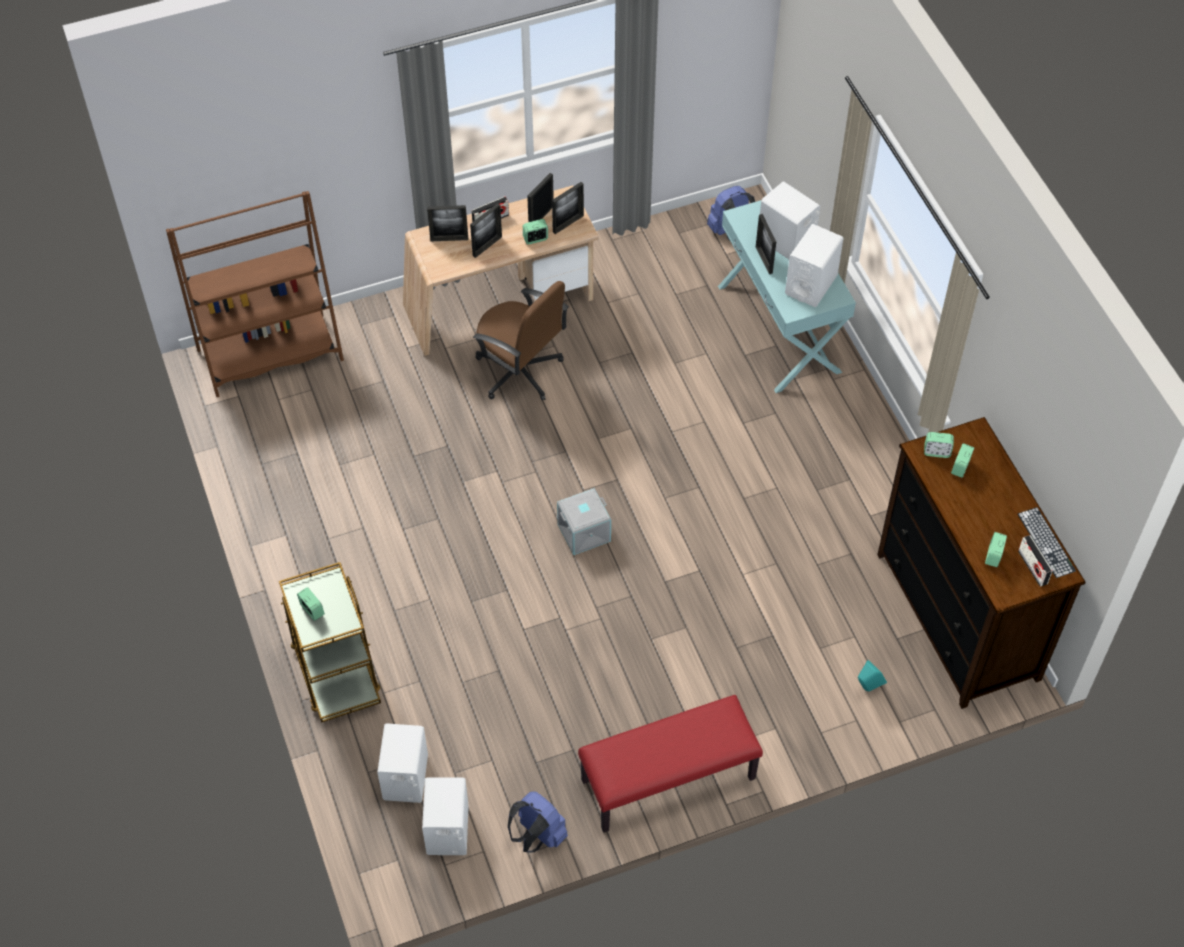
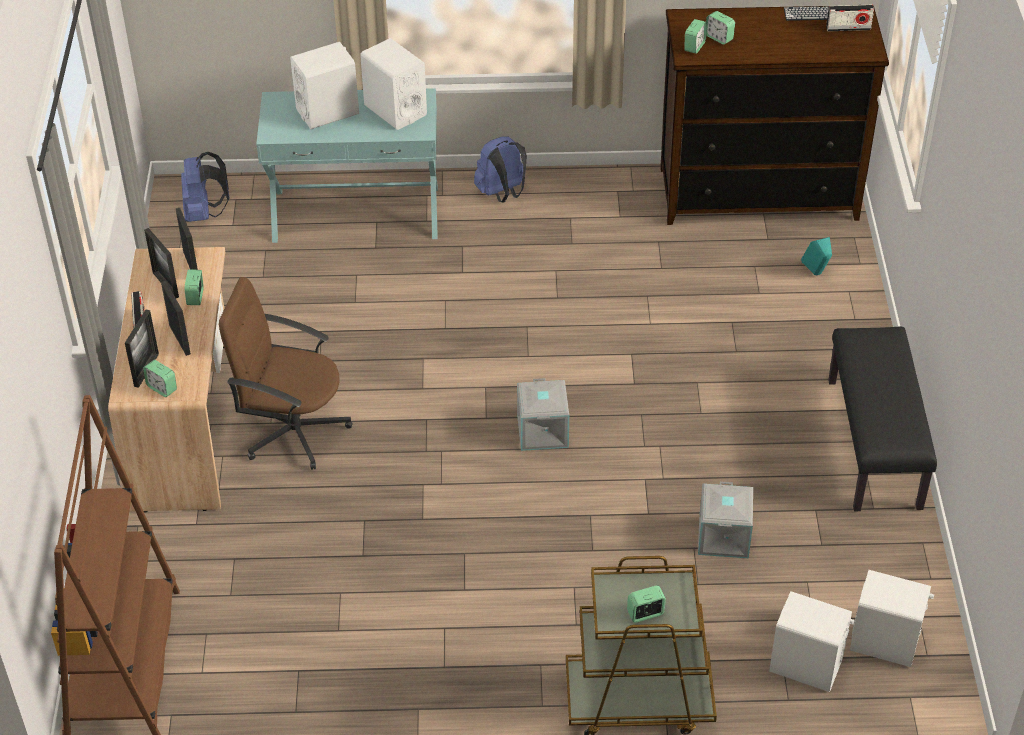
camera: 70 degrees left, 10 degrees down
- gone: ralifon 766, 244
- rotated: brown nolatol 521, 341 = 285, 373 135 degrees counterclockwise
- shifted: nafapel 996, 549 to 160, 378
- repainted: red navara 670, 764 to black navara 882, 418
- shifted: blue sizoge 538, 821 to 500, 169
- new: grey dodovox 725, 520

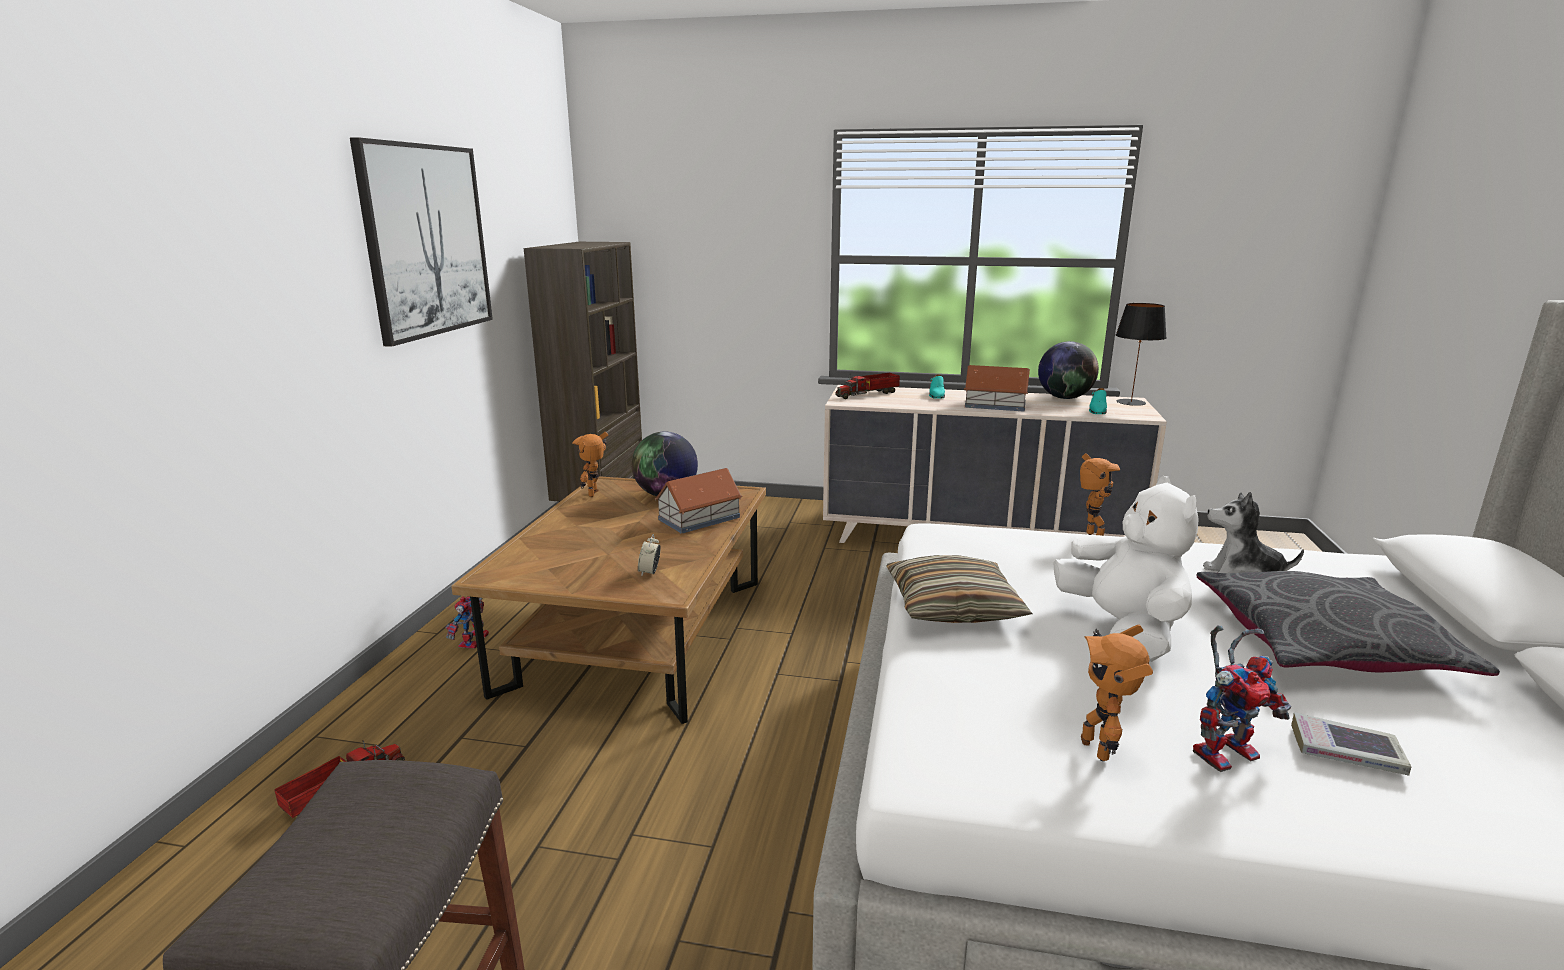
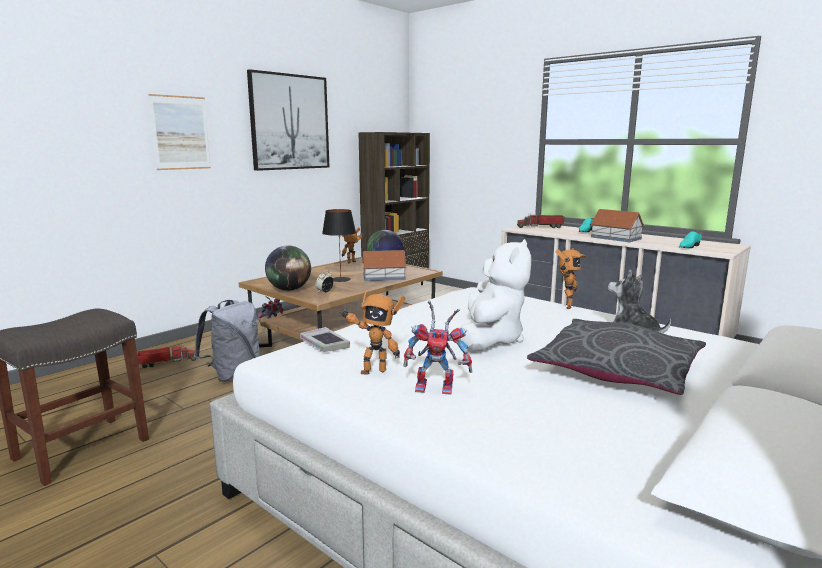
camera: 30 degrees right, 5 degrees down
- shifted: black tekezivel 1141, 354 to 339, 245
- shifted: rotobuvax 1068, 370 to 288, 268
- gone: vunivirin 959, 589
- rotated: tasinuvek 1117, 692 = 372, 332 120 degrees counterclockwise
- shifted: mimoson 1351, 744 to 325, 339
- new: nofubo 179, 132
- new: grey sizoge 227, 341

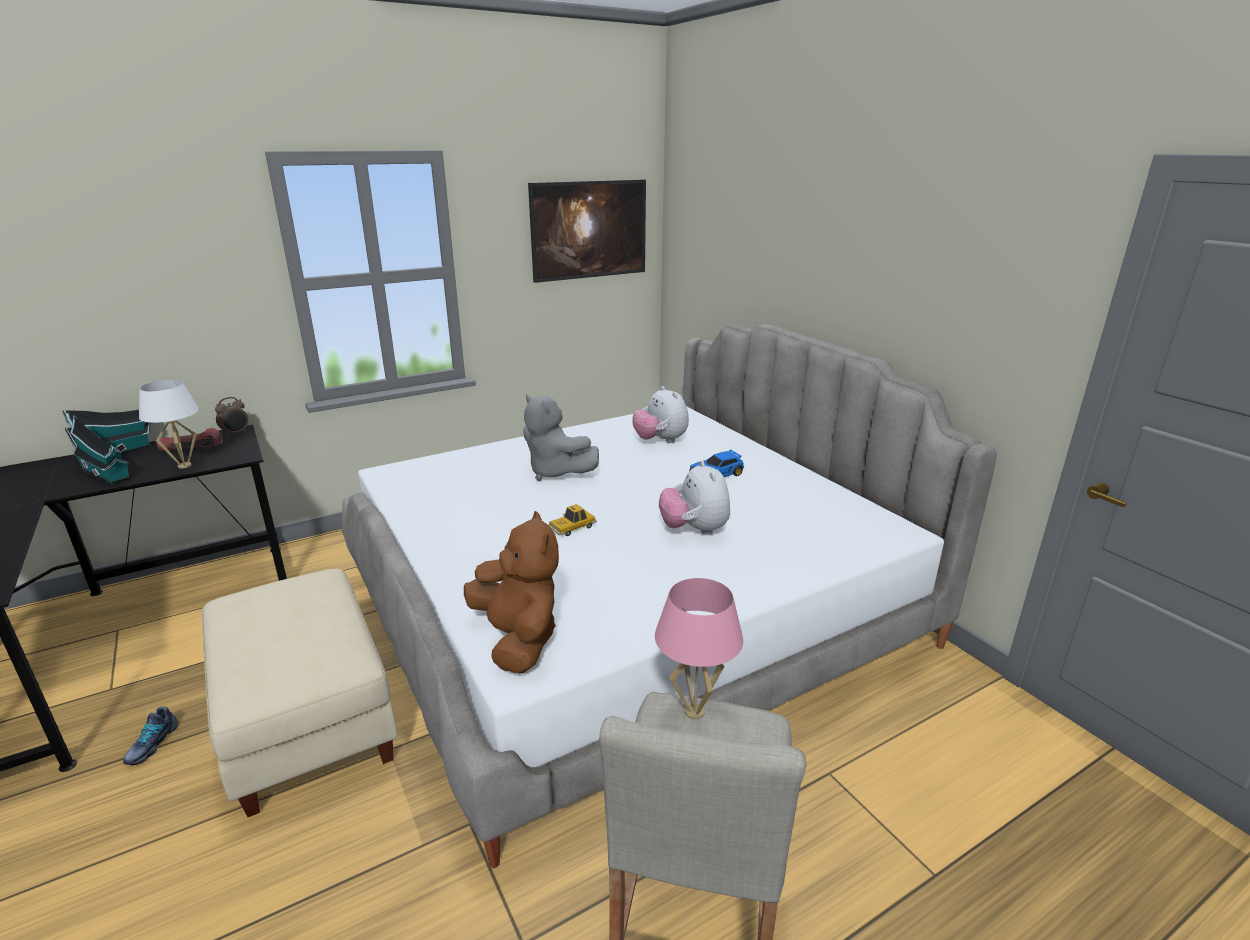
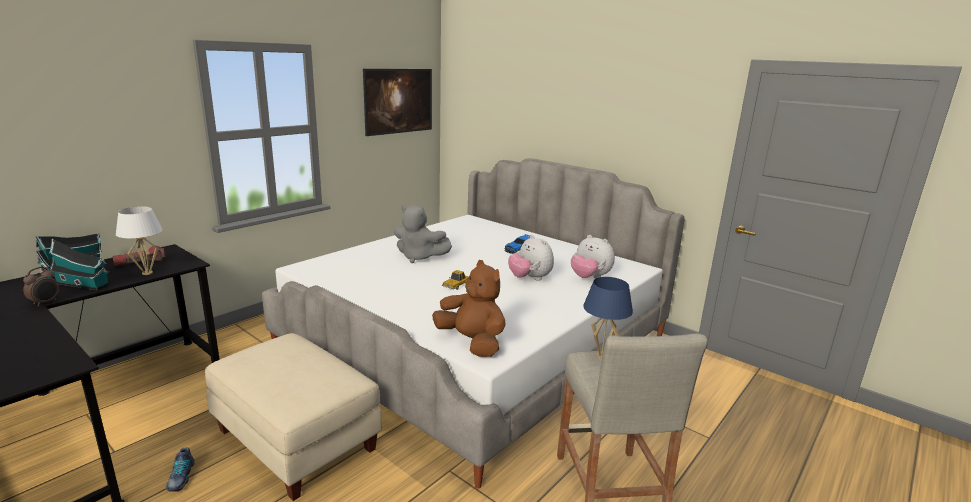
camera: 20 degrees left, 5 degrees down
- shifted: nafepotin 660, 414 to 593, 257
- shifted: nafapel 231, 417 to 41, 286
- repainted: pink tekezivel 699, 648 to blue tekezivel 608, 318

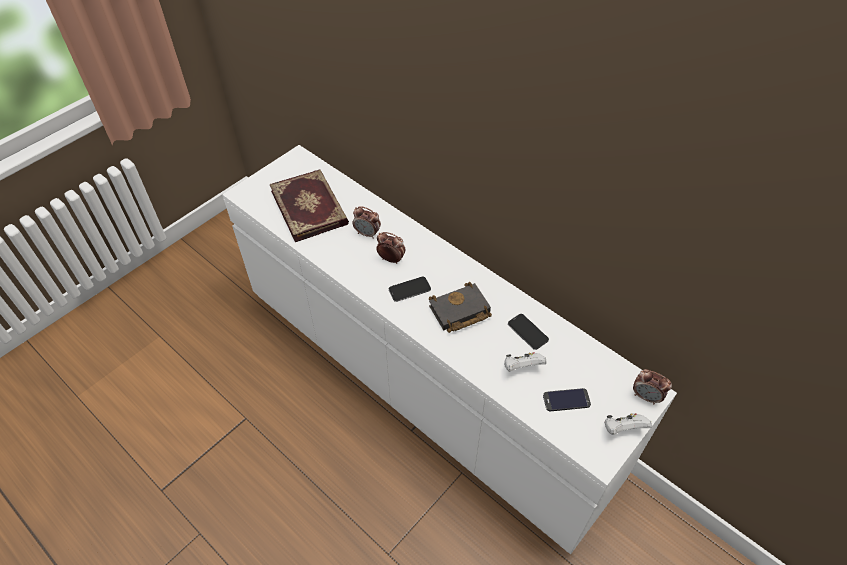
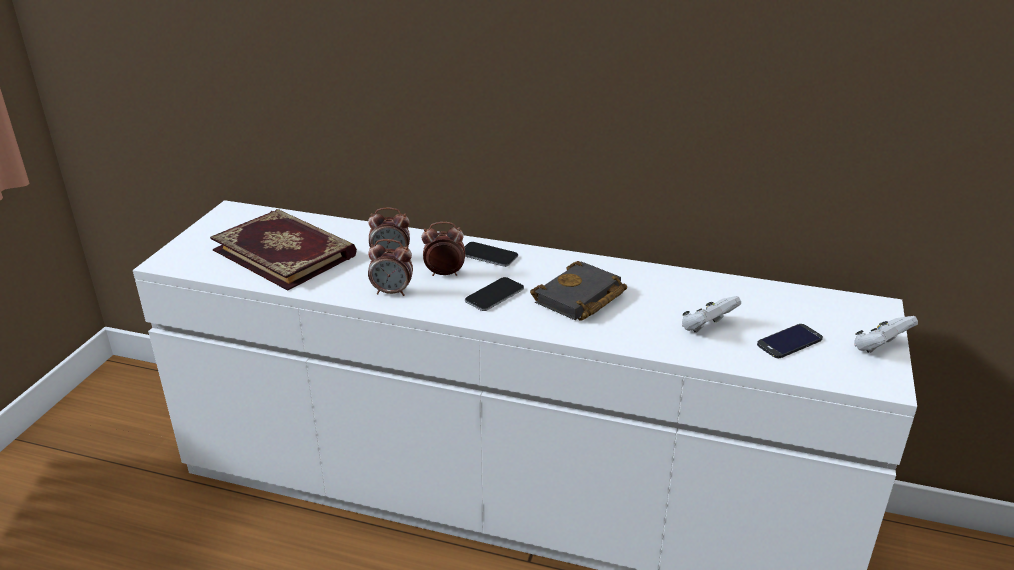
camera: 25 degrees left, 20 degrees down
- shifted: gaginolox 528, 332 to 491, 254
- shifted: nafapel 652, 387 to 390, 267

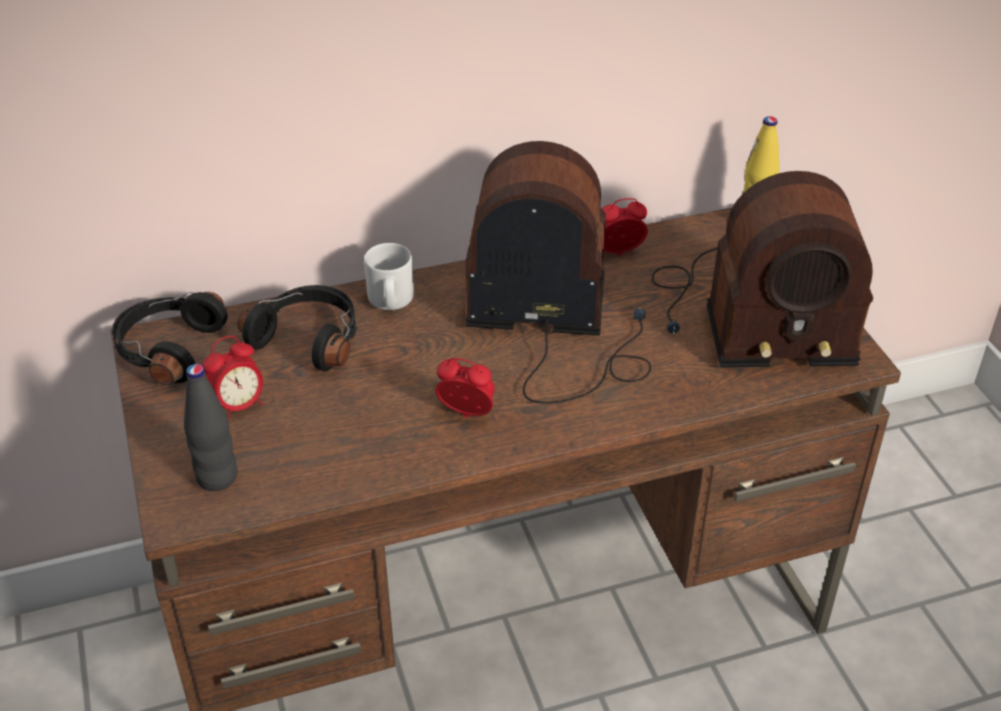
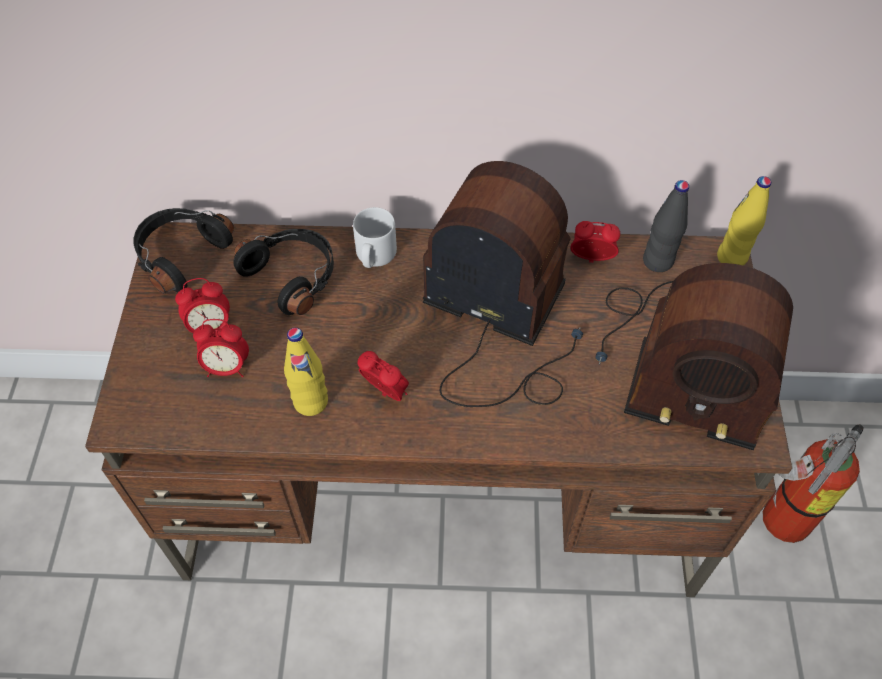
camera: 20 degrees right, 15 degrees up
- shifted: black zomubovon 210, 427 to 666, 226
- new: nafapel 221, 348
- new: yellow zomubovon 306, 372
- new: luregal 813, 483

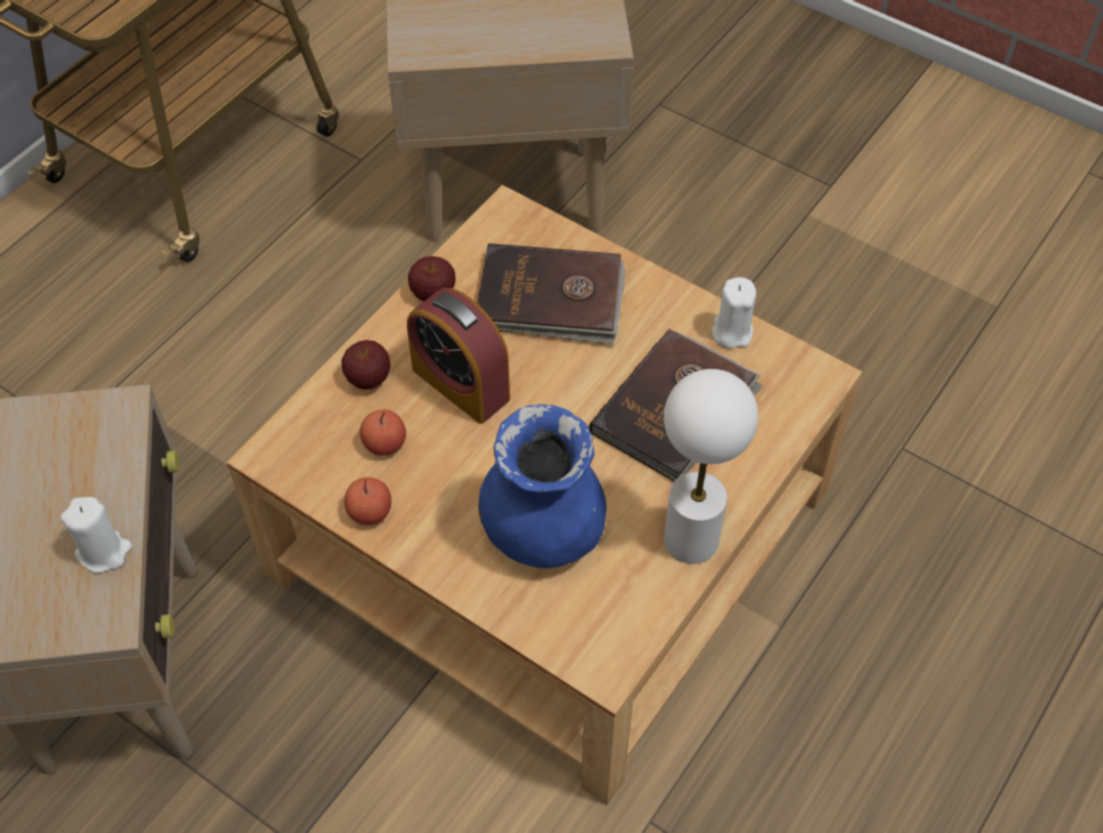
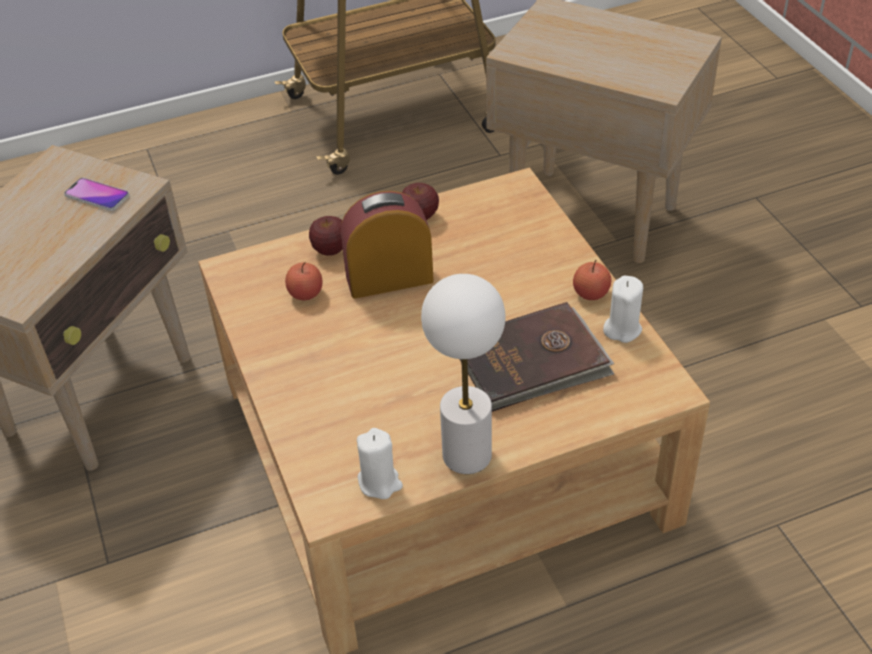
camera: 35 degrees right, 10 degrees down
- gone: brown mimoson 551, 294
- rotated: nafapel 458, 356 = 387, 245 90 degrees clockwise
- gone: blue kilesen 542, 486
- shifted: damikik 367, 501 to 592, 280
- shifted: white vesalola 96, 535 to 380, 463
- new: gaginolox 96, 194

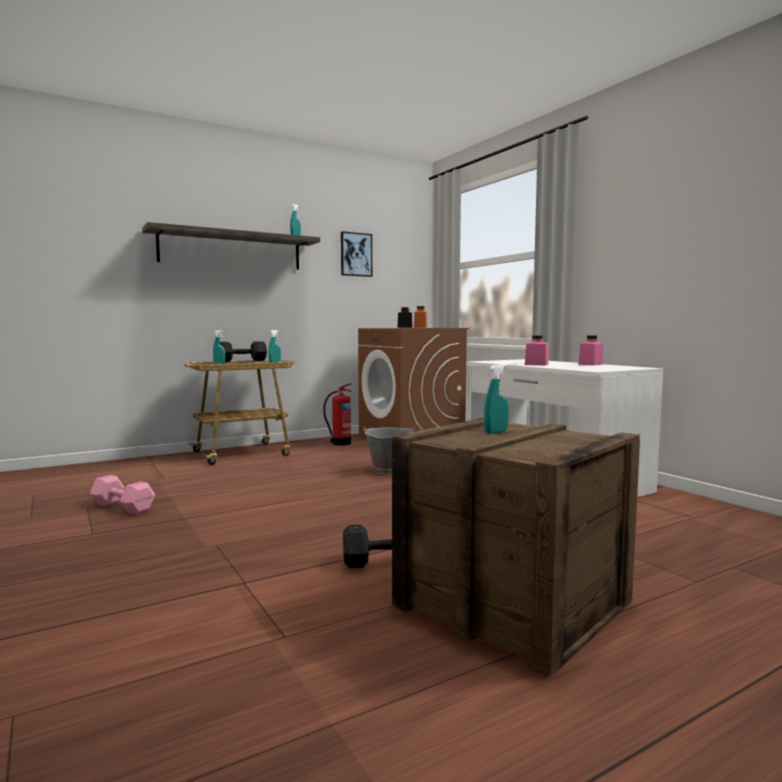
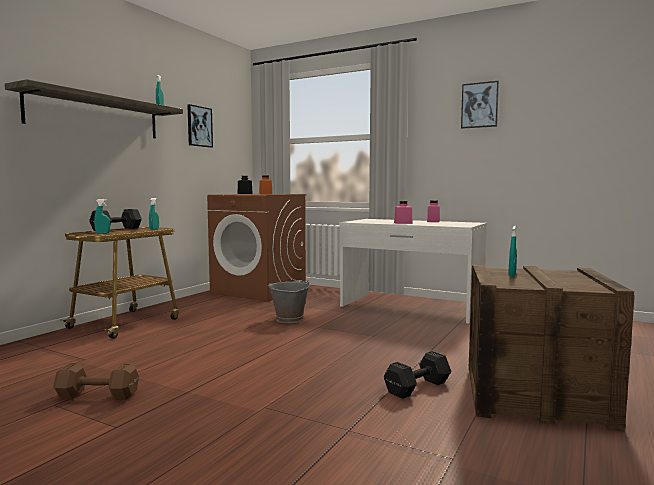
camera: 30 degrees left, 0 degrees up
- gone: luregal 337, 414
- repainted: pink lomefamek 122, 495 to brown lomefamek 96, 381
- new: nofubo 480, 105

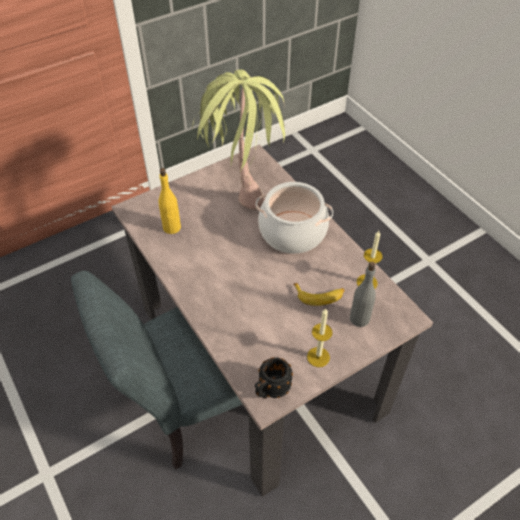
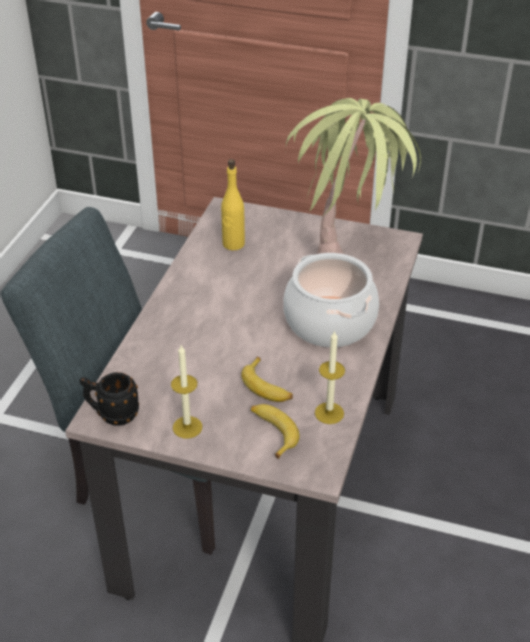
camera: 50 degrees right, 10 degrees down
- swapped: grey zomubovon 363, 294 to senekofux 275, 431

